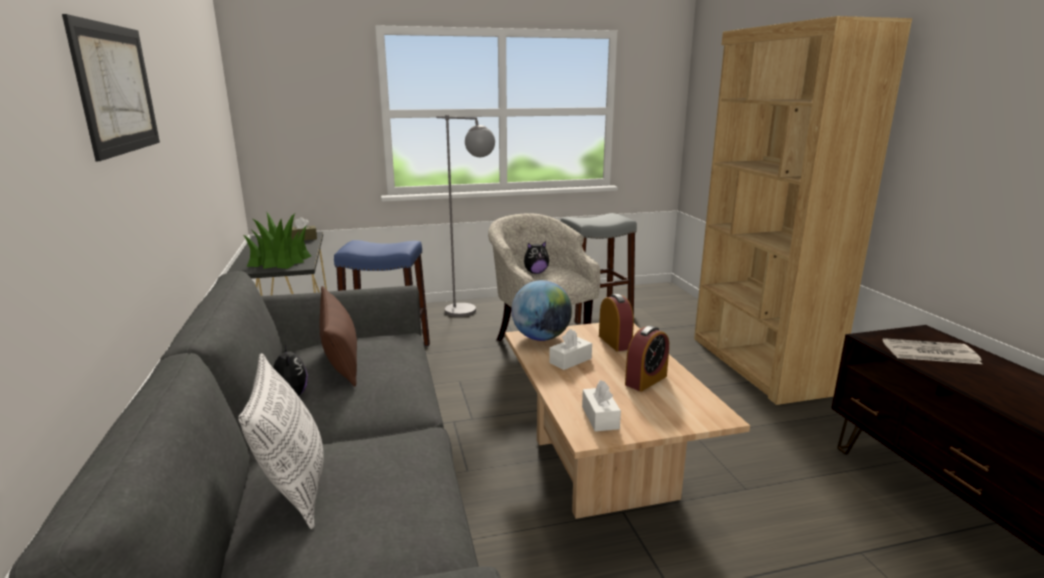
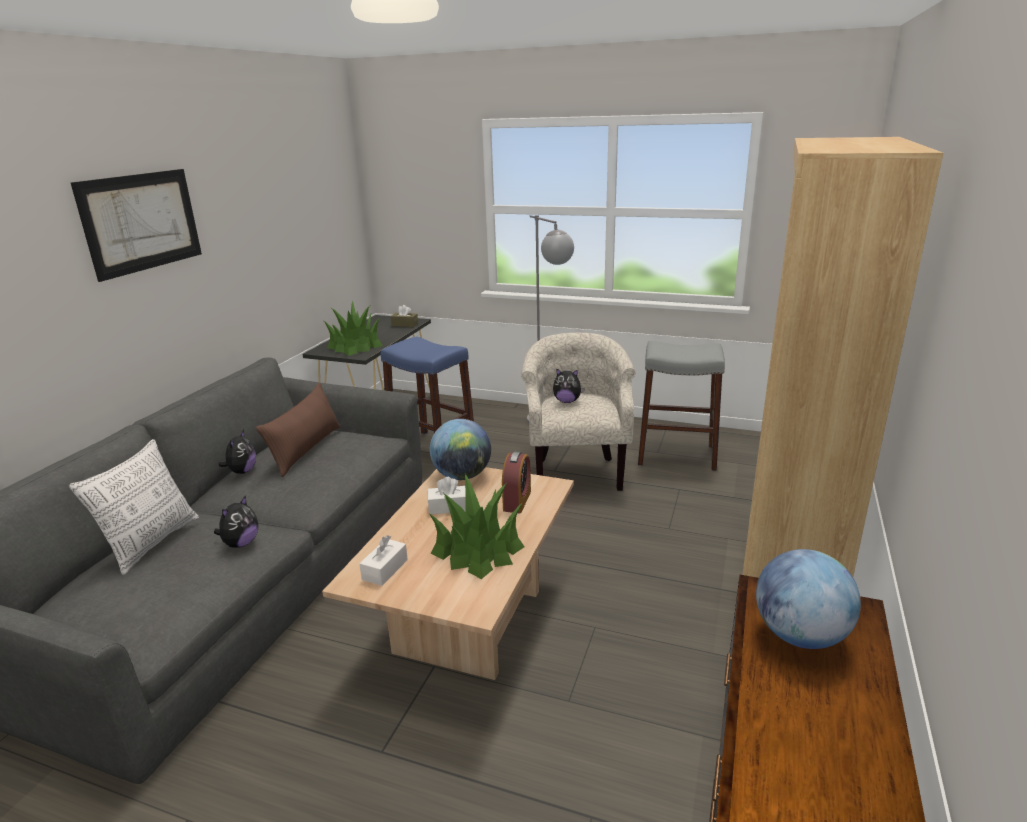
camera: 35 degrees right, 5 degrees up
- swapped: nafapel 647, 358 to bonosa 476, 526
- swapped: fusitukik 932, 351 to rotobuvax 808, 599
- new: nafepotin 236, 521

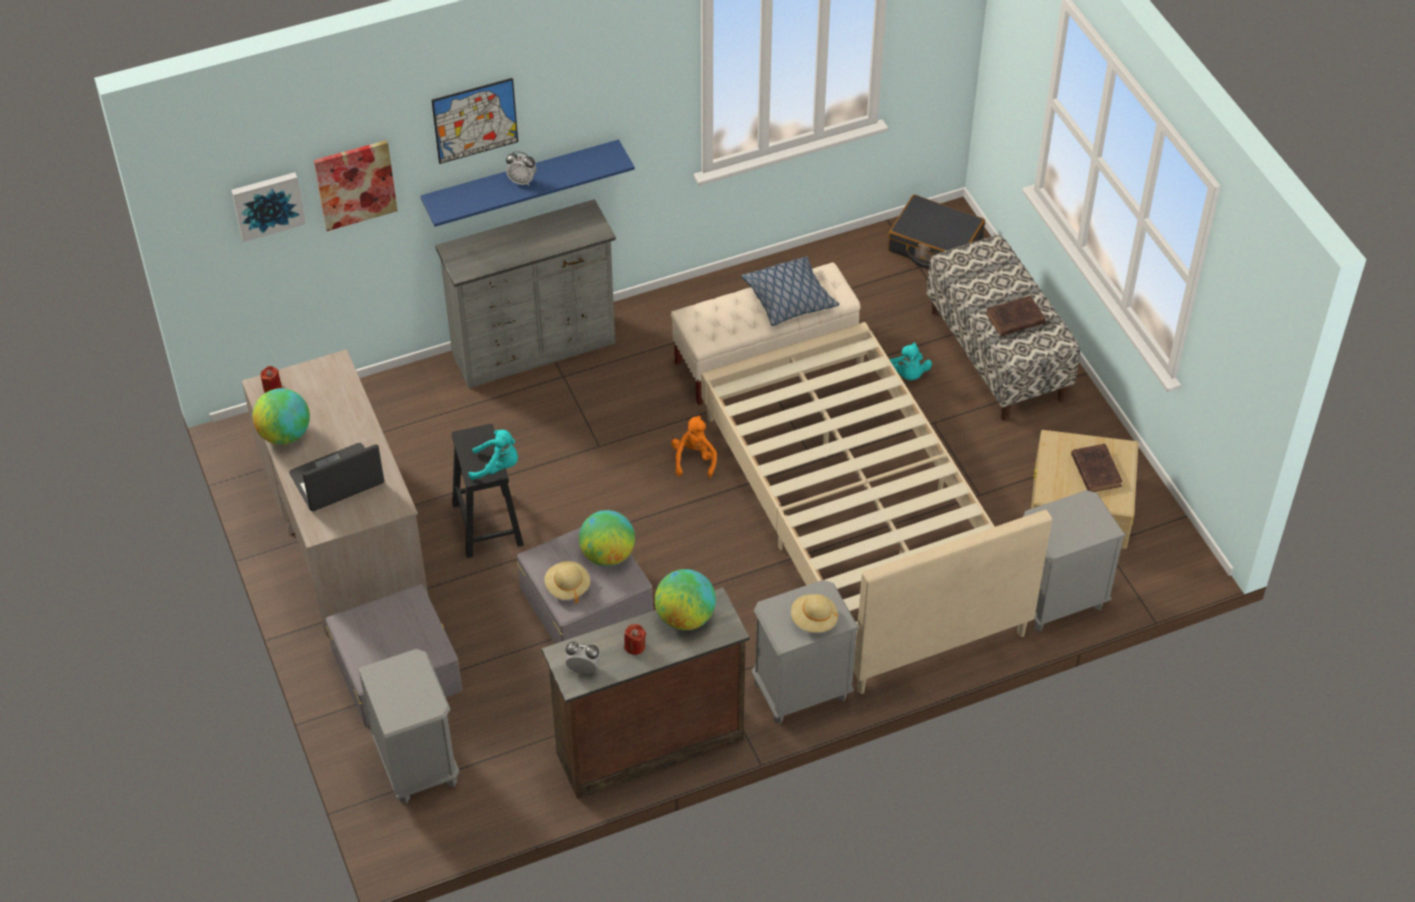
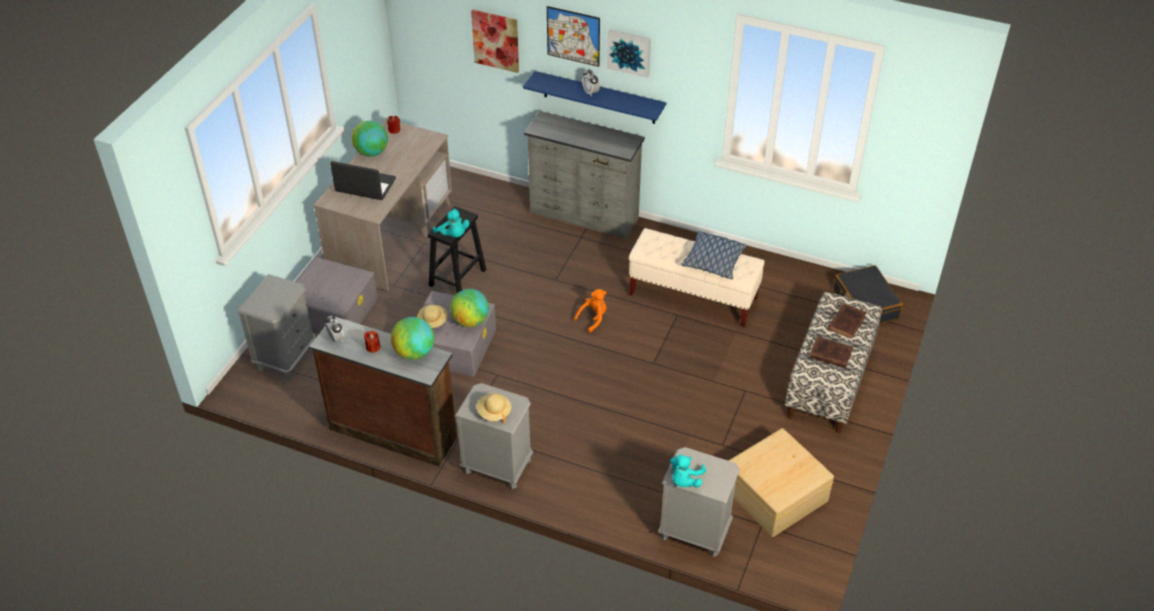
camera: 45 degrees right, 5 degrees down
- shifted: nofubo 268, 207 to 629, 53
- gone: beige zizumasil 876, 508
- shifted: turquoise nafepotin 910, 361 to 688, 471
- shifted: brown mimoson 1097, 468 to 847, 321

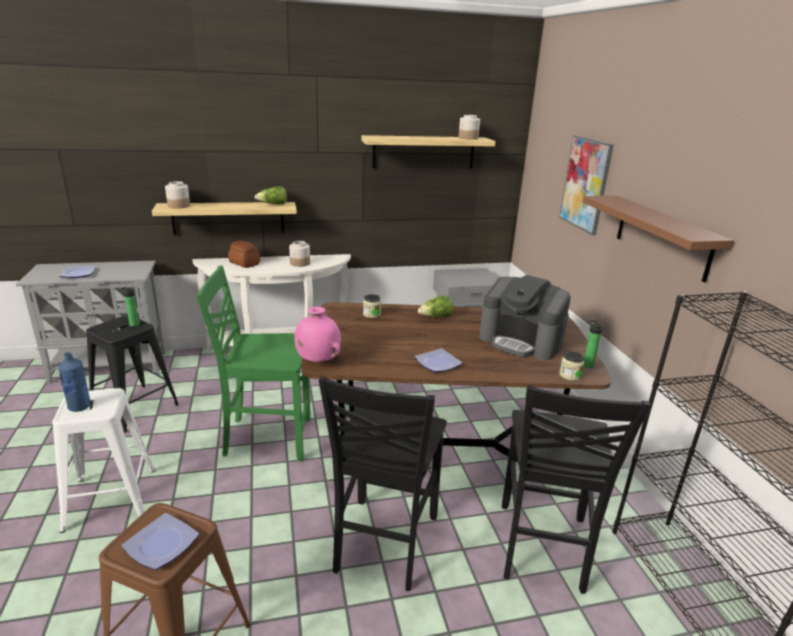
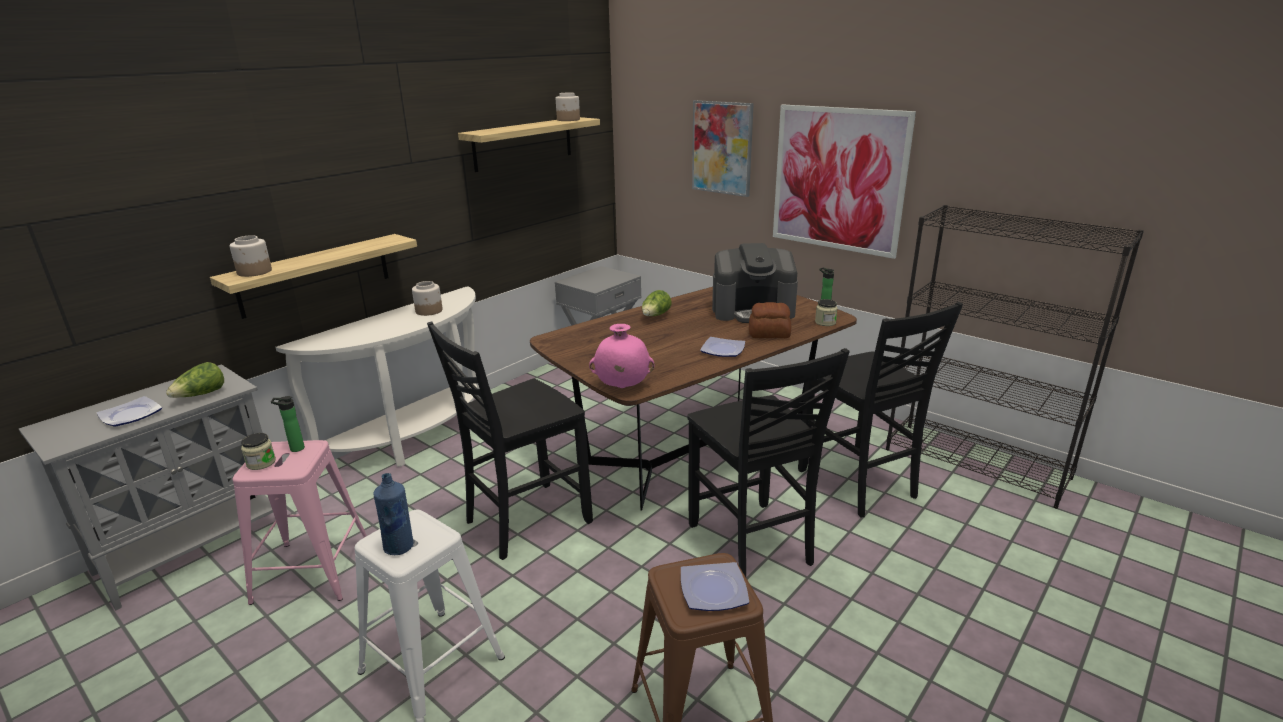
camera: 35 degrees left, 0 degrees up
- shifted: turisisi 271, 195 to 195, 380
- swapped: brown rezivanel 658, 239 to nofubo 844, 181
- shifted: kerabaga 244, 254 to 770, 320
- repainted: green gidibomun 253, 363 to black gidibomun 510, 440
- shifted: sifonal 372, 306 to 258, 451
- repainted: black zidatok 132, 374 to pink zidatok 299, 522

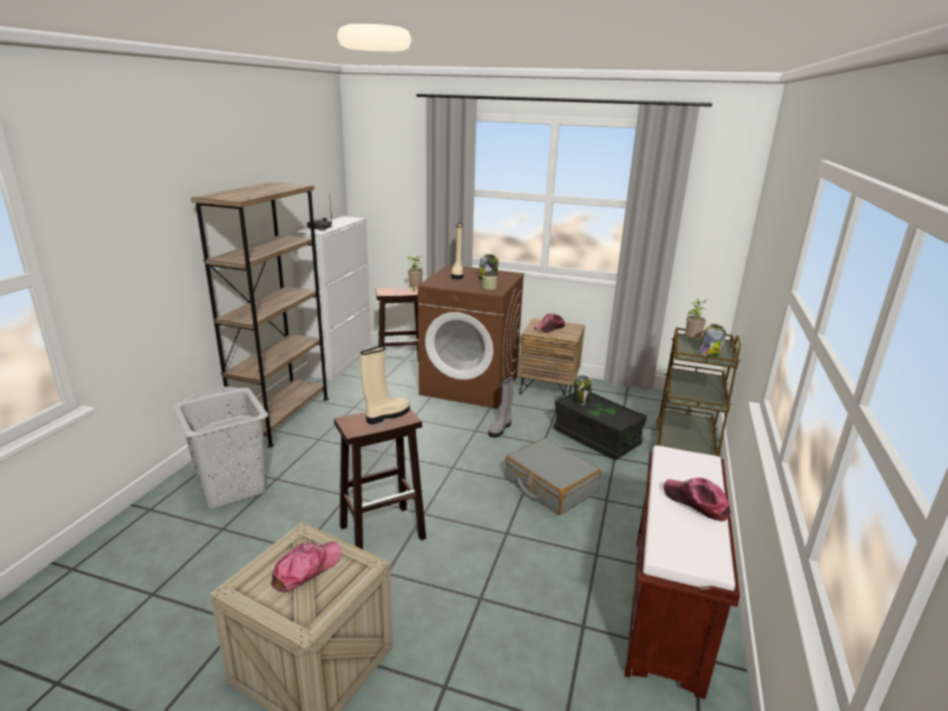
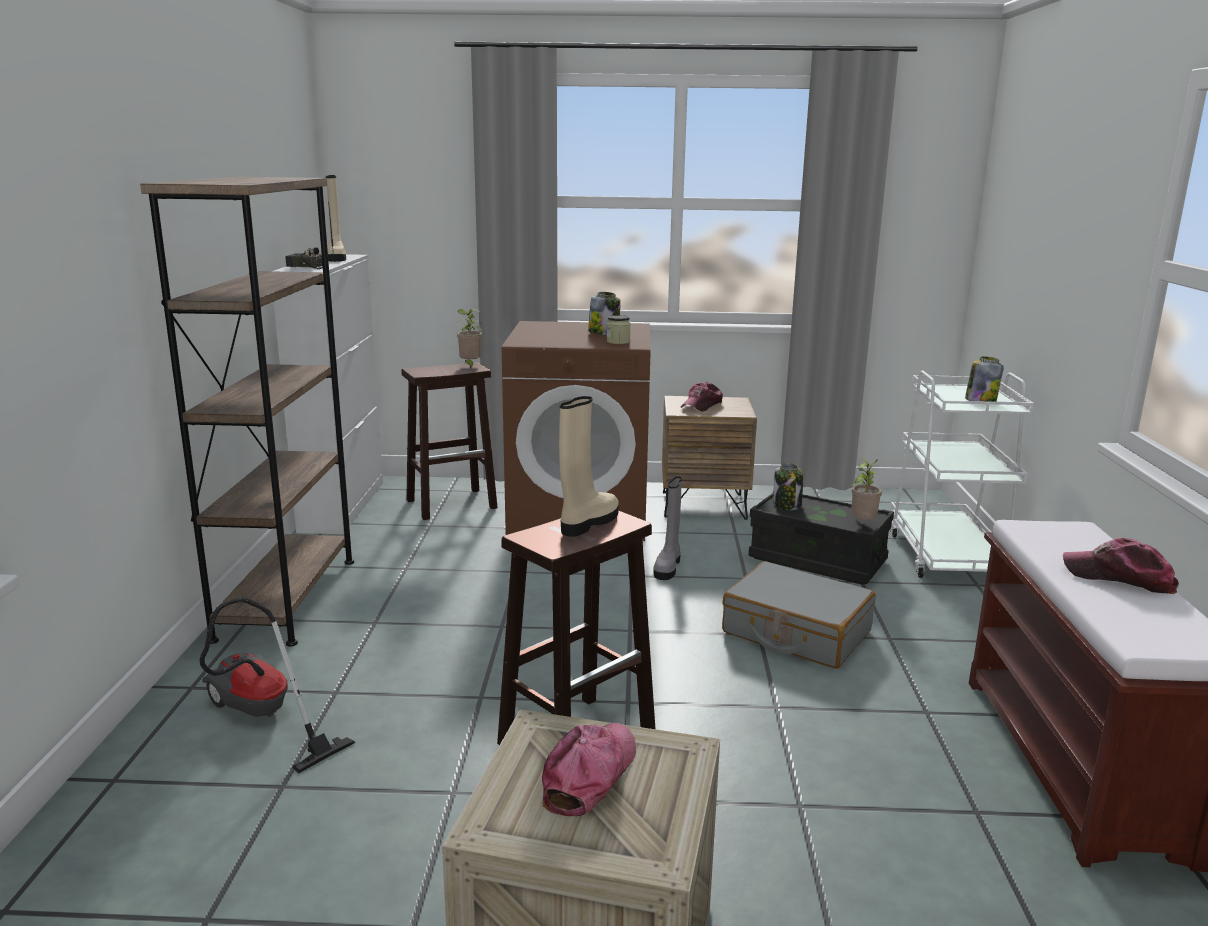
camera: 15 degrees left, 5 degrees down
- shifted: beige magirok 457, 251 to 336, 218
- shifted: bonosa 696, 318 to 866, 488
- repainted: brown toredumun 698, 392 to white toredumun 962, 474
- swapped: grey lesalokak 220, 448 to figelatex 277, 685

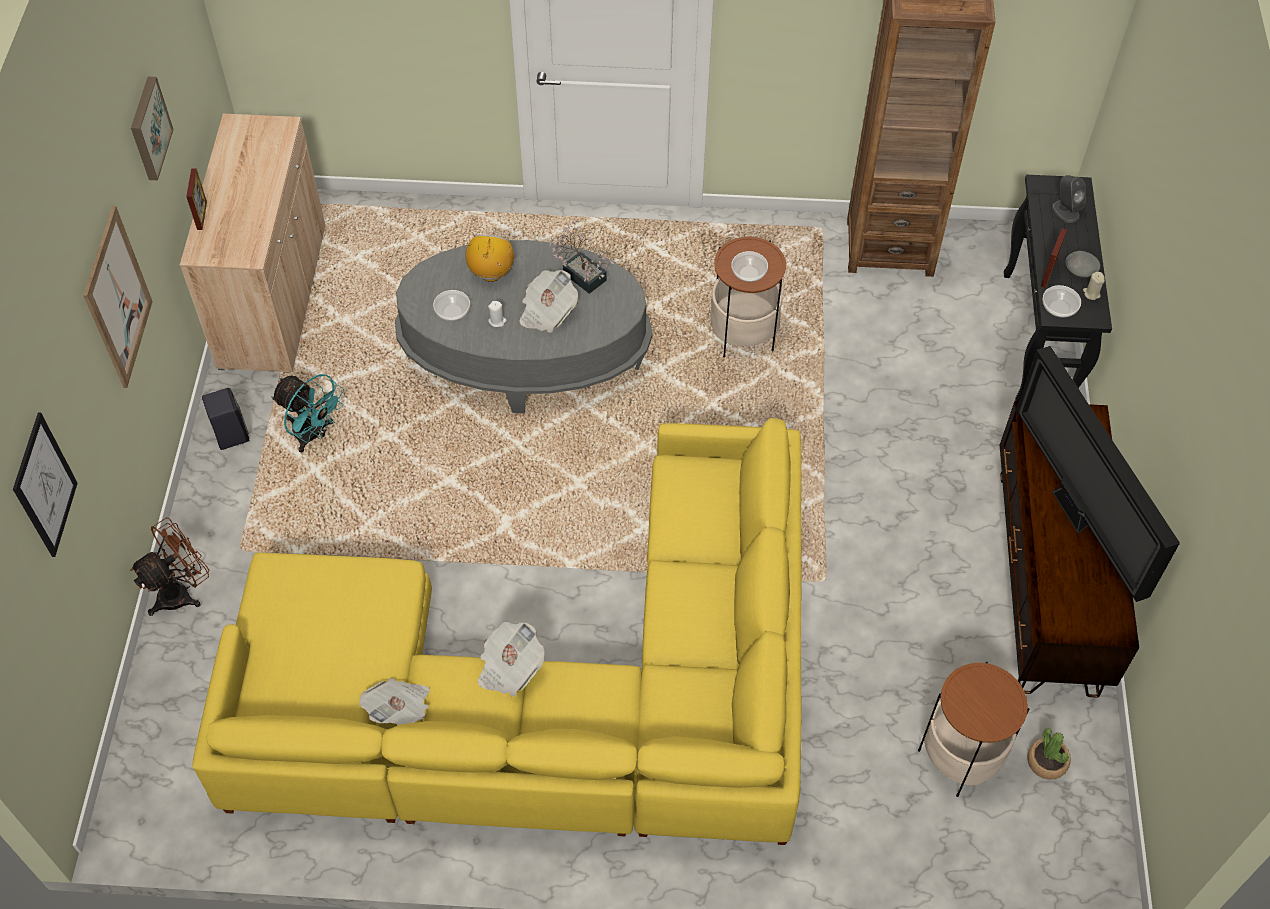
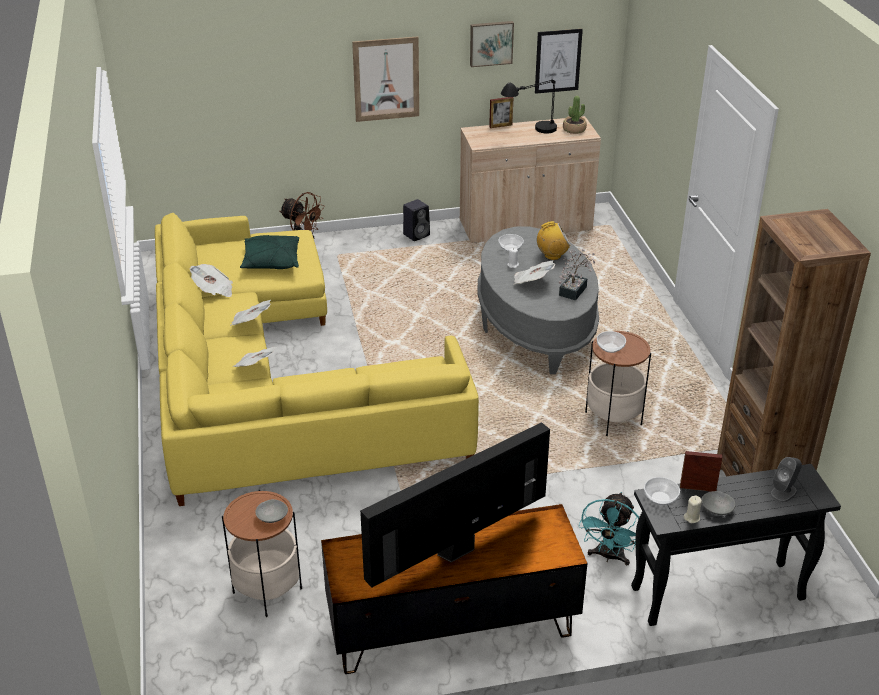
camera: 75 degrees right, 20 degrees down
- shifted: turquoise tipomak 307, 413 to 609, 529
- shifted: nofubo 45, 484 to 559, 61
- shifted: bonosa 1049, 754 to 575, 115
- new: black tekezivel 529, 106
- new: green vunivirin 269, 252
- new: fusitukik 255, 357
- new: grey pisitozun 271, 511

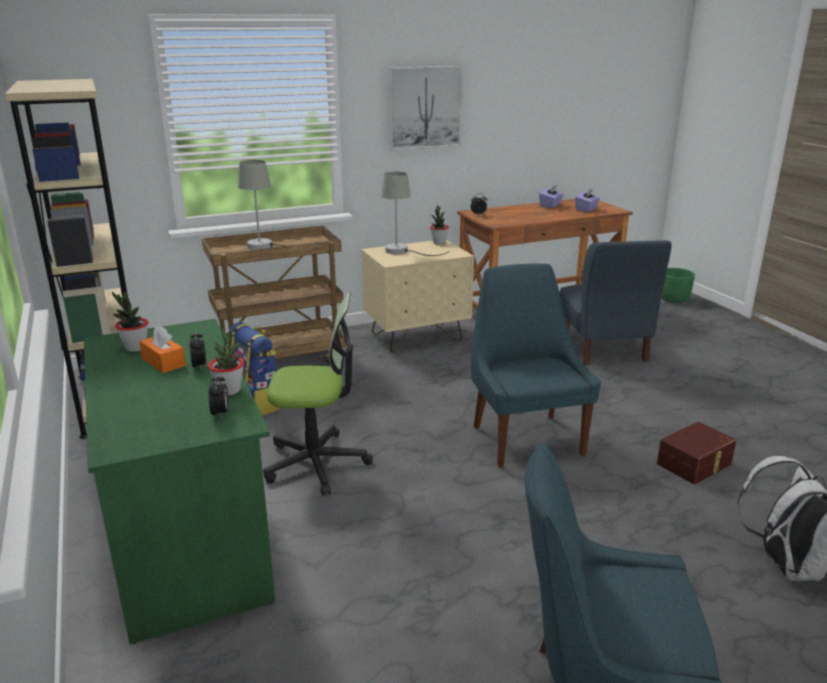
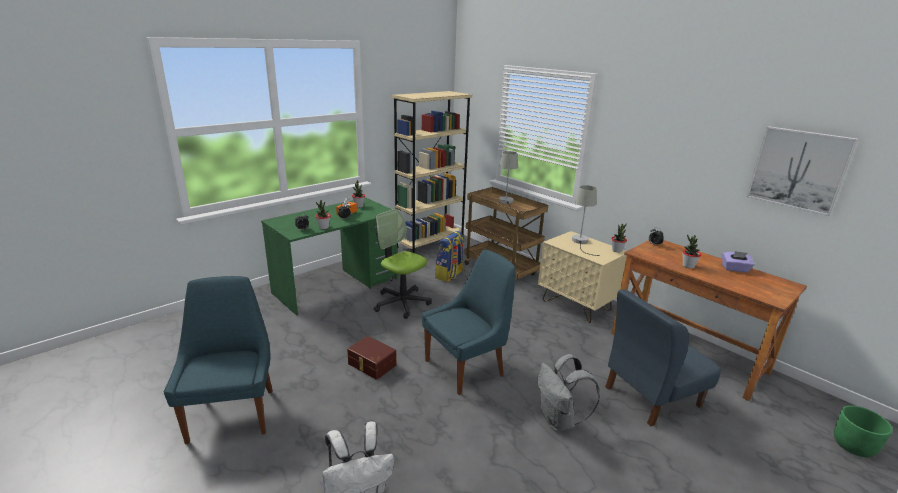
camera: 70 degrees right, 0 degrees up
- shifted: nofubo 425, 108 to 802, 171
- gone: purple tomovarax 587, 200
- rotated: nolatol 318, 394 = 403, 264 150 degrees clockwise
- shifted: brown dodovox 696, 453 to 372, 358
- new: bonosa 691, 251
- new: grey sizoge 568, 392

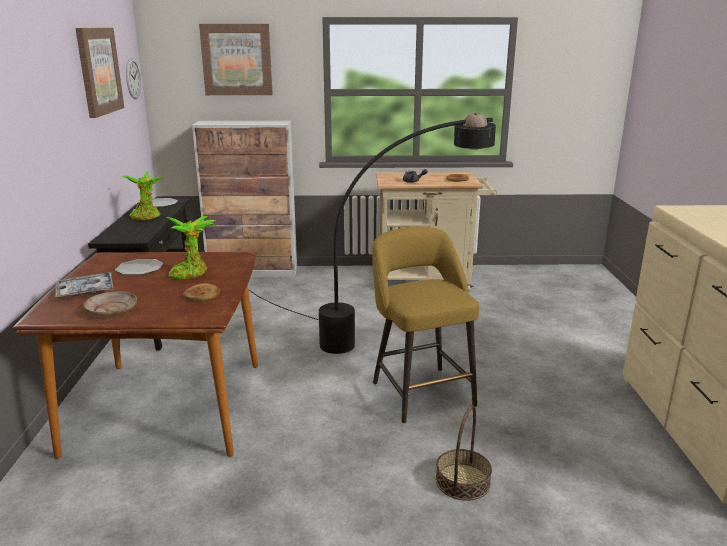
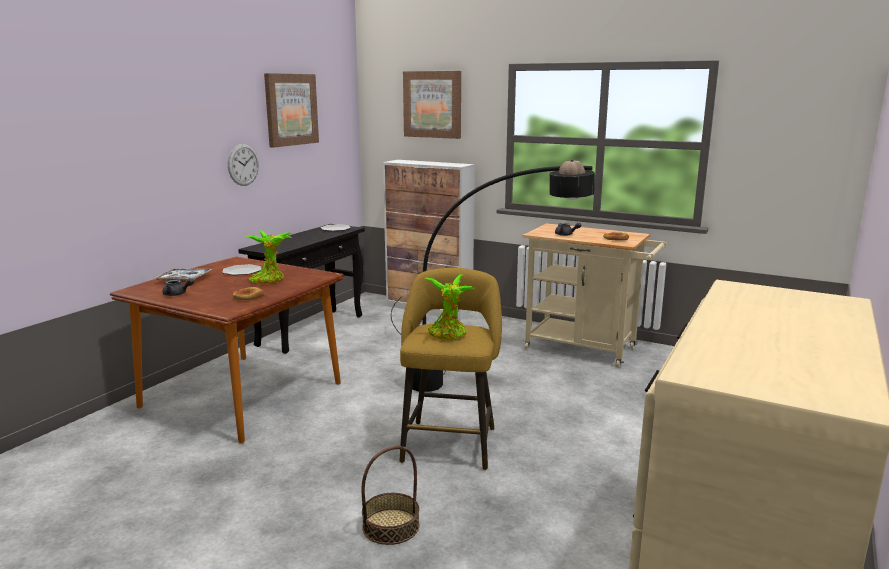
camera: 30 degrees right, 5 degrees down
- shifted: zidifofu 133, 78 to 243, 165
- shifted: bonosa 143, 195 to 450, 306
- swapped: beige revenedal 110, 303 to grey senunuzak 178, 287

